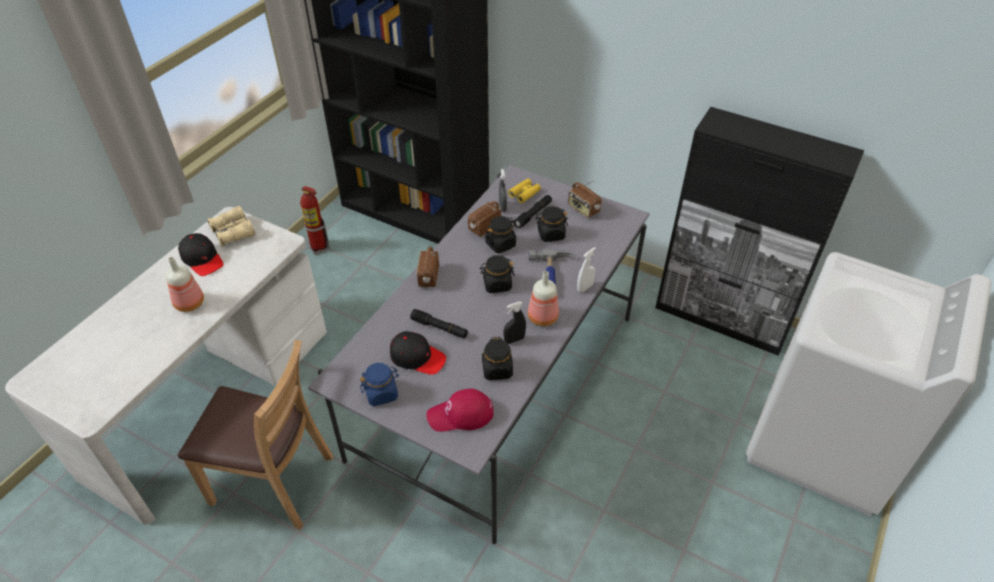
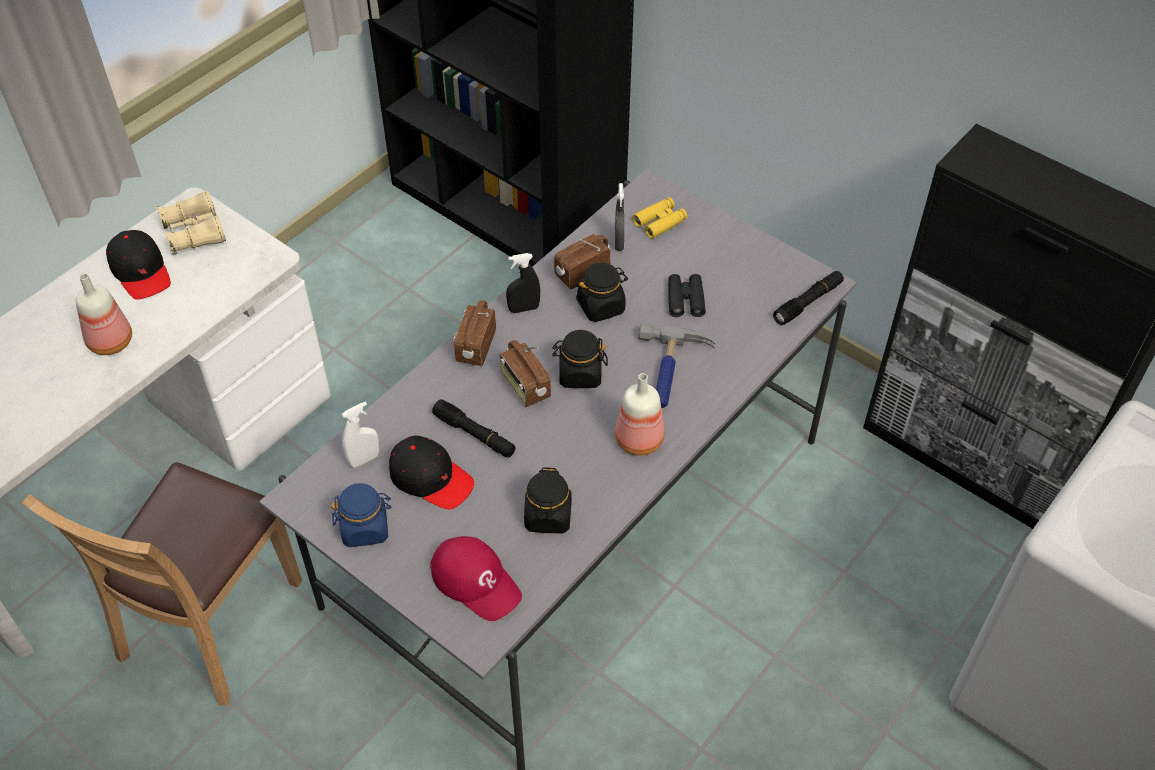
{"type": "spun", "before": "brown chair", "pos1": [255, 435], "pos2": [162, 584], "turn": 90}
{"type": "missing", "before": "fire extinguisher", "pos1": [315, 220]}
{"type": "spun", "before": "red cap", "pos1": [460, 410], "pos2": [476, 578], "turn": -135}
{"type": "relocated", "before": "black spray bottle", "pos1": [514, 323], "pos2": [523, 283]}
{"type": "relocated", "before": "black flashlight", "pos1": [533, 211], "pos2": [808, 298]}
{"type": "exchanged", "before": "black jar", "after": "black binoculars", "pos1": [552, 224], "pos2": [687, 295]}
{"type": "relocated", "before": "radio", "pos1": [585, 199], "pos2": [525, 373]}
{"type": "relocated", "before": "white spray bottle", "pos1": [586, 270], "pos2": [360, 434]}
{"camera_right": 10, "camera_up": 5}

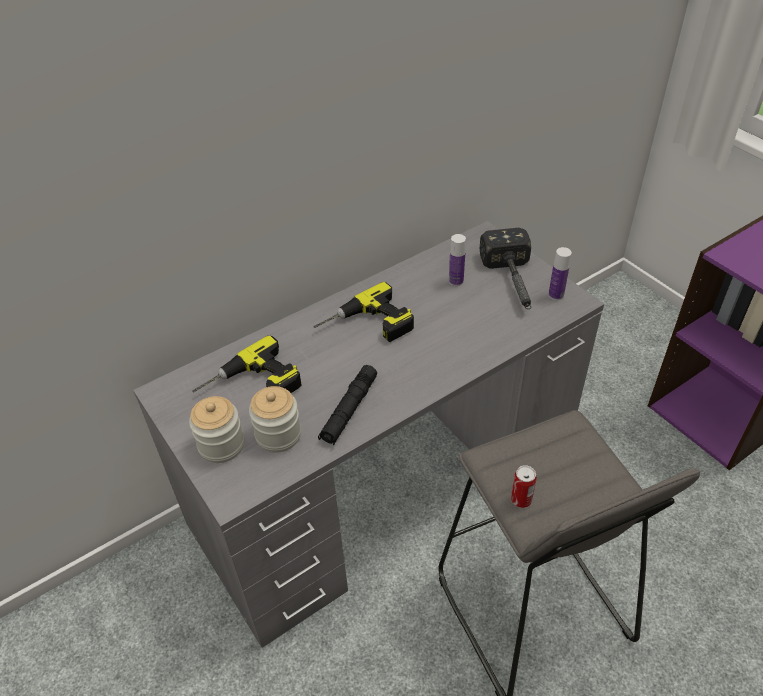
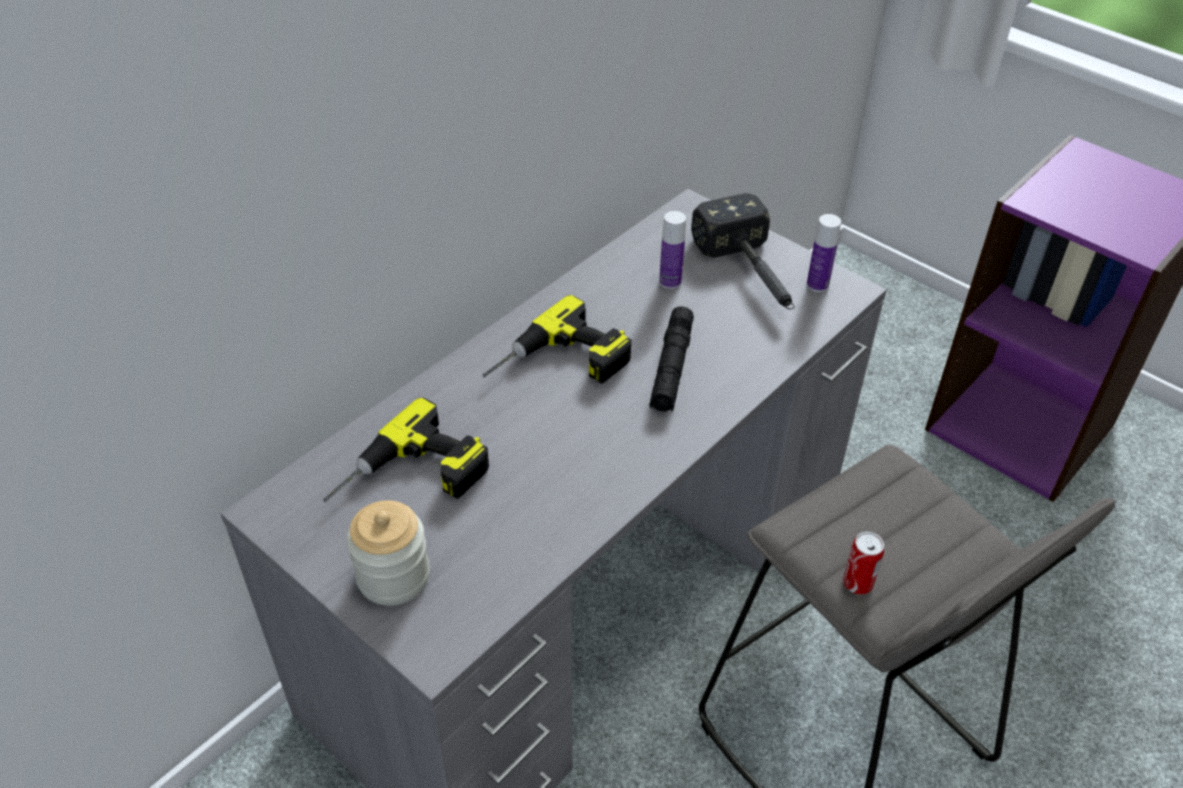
{"type": "missing", "before": "jar", "pos1": [275, 419]}
{"type": "relocated", "before": "black flashlight", "pos1": [347, 405], "pos2": [671, 359]}
{"camera_right": -15, "camera_up": 0}

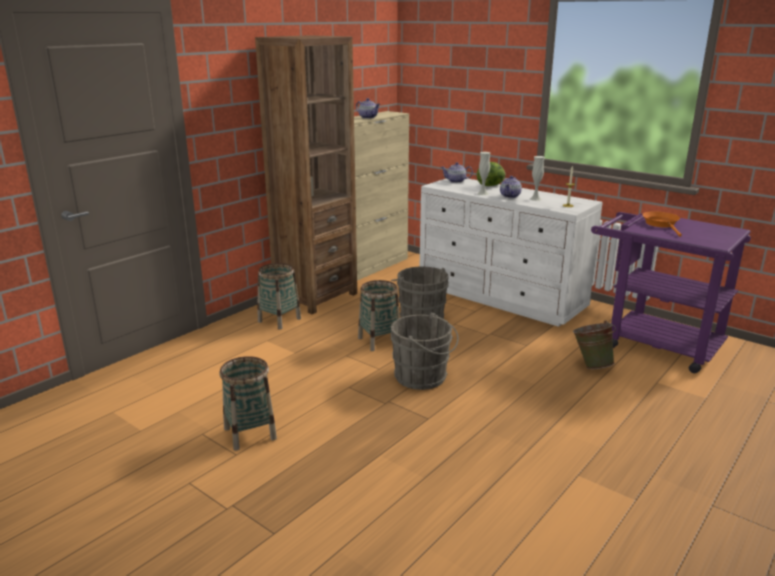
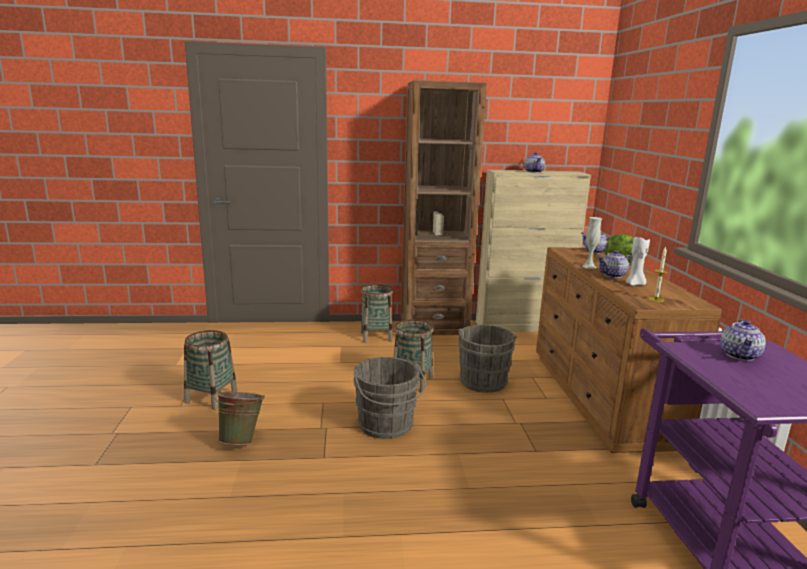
{"type": "colour", "before": "white dresser", "after": "brown dresser", "pos1": [511, 252], "pos2": [629, 350]}
{"type": "exchanged", "before": "white vase", "after": "white candle", "pos1": [537, 178], "pos2": [638, 260]}
{"type": "relocated", "before": "green bucket", "pos1": [594, 344], "pos2": [239, 417]}
{"type": "exchanged", "before": "orange frying pan", "after": "teapot", "pos1": [662, 224], "pos2": [743, 340]}
{"camera_right": 45, "camera_up": -5}

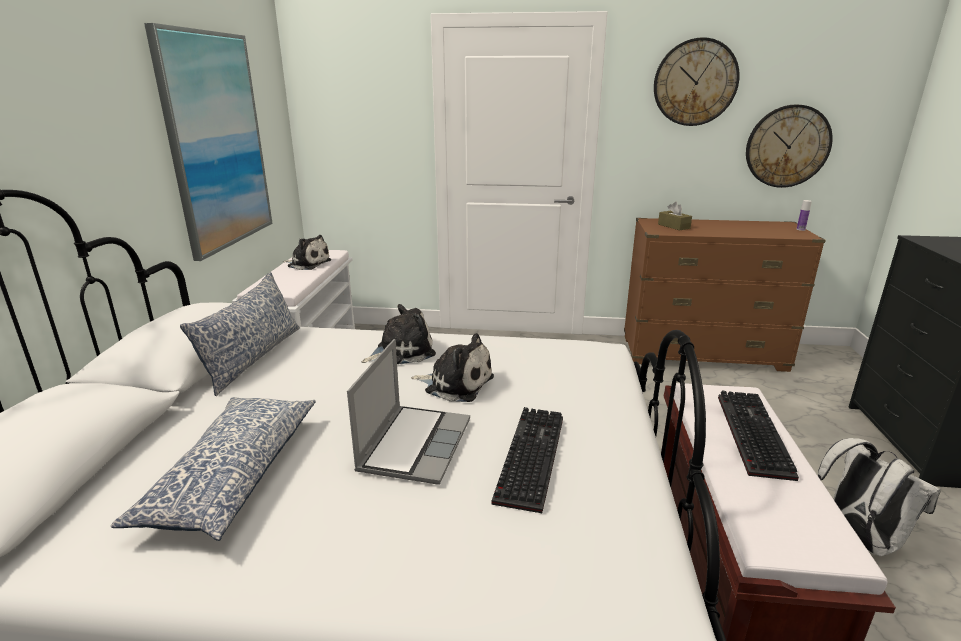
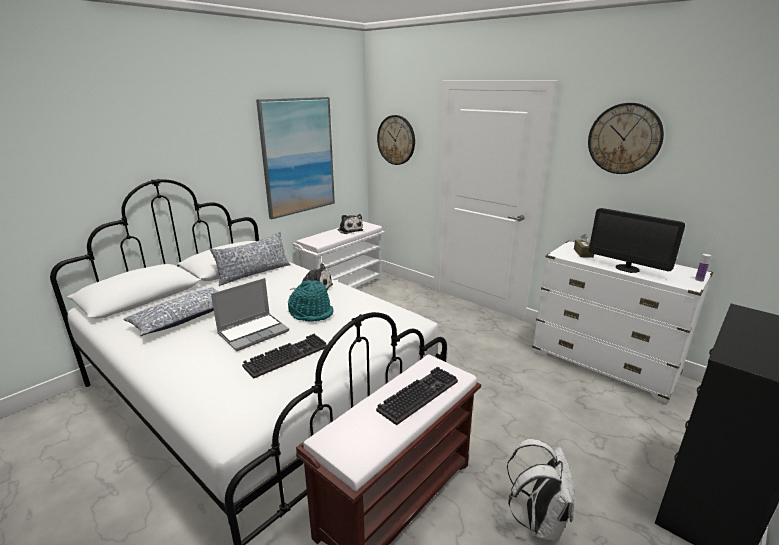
{"type": "exchanged", "before": "plush toy", "after": "turquoise hat", "pos1": [452, 367], "pos2": [311, 301]}
{"type": "colour", "before": "brown dresser", "after": "white dresser", "pos1": [725, 295], "pos2": [622, 322]}
{"type": "relocated", "before": "wall clock", "pos1": [789, 146], "pos2": [396, 140]}
{"type": "appeared", "after": "monitor", "pos2": [637, 240]}
{"camera_right": 35, "camera_up": 0}

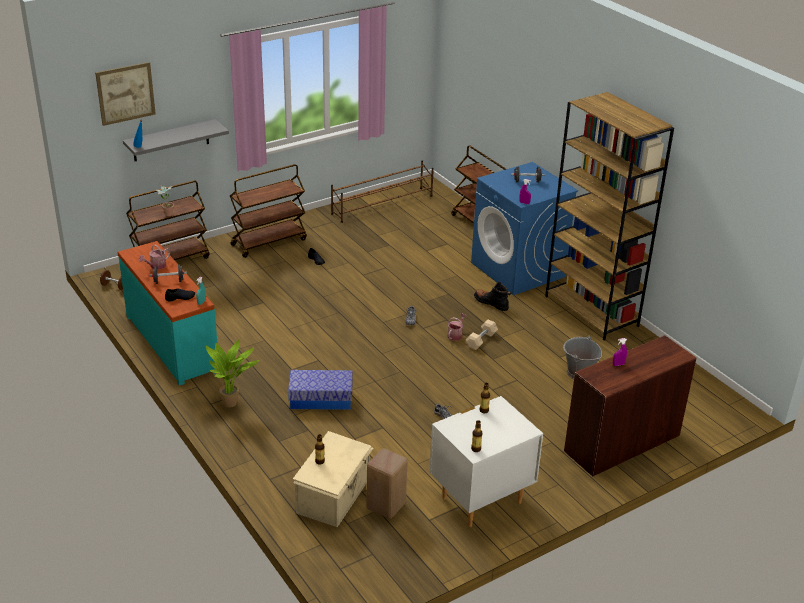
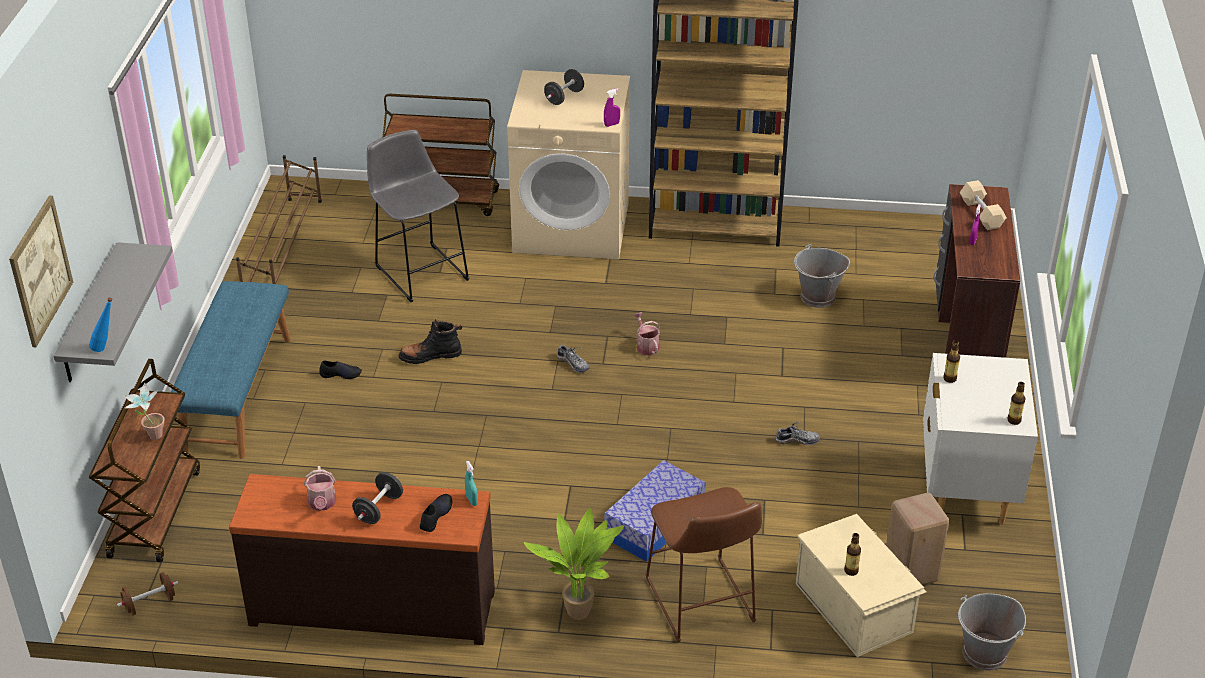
{"type": "colour", "before": "turquoise dresser", "after": "brown dresser", "pos1": [167, 313], "pos2": [362, 559]}
{"type": "exchanged", "before": "brown cart", "after": "blue bench", "pos1": [268, 211], "pos2": [231, 370]}
{"type": "relocated", "before": "beige dumbbell", "pos1": [482, 335], "pos2": [983, 205]}
{"type": "colour", "before": "blue washing machine", "after": "beige washing machine", "pos1": [524, 228], "pos2": [568, 165]}
{"type": "relocated", "before": "black boot", "pos1": [492, 296], "pos2": [430, 341]}
{"type": "appeared", "after": "grey stool", "pos2": [418, 216]}
{"type": "appeared", "after": "brown stool", "pos2": [704, 564]}
{"type": "appeared", "after": "grey bucket", "pos2": [992, 631]}
{"camera_right": -50, "camera_up": 5}

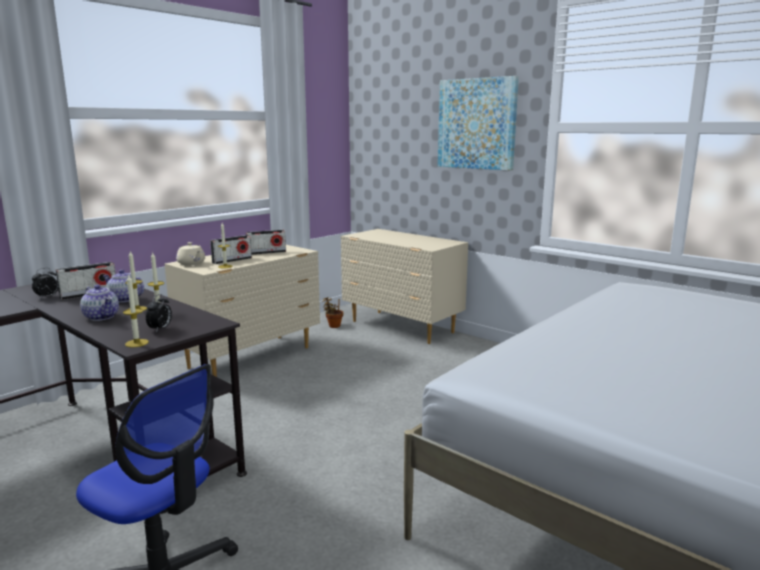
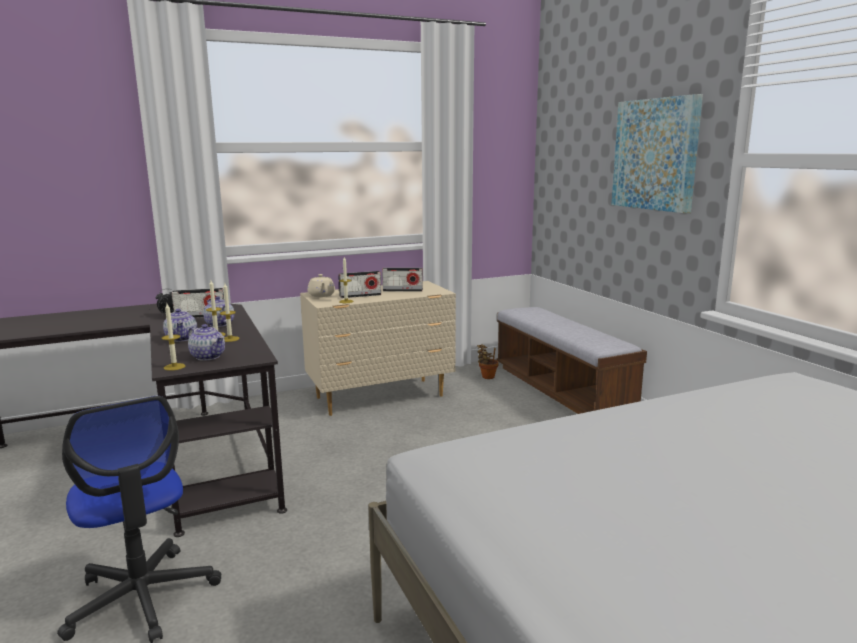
{"type": "exchanged", "before": "alarm clock", "after": "teapot", "pos1": [159, 313], "pos2": [206, 342]}
{"type": "exchanged", "before": "beige dresser", "after": "bench", "pos1": [404, 286], "pos2": [571, 360]}
{"camera_right": 25, "camera_up": 0}

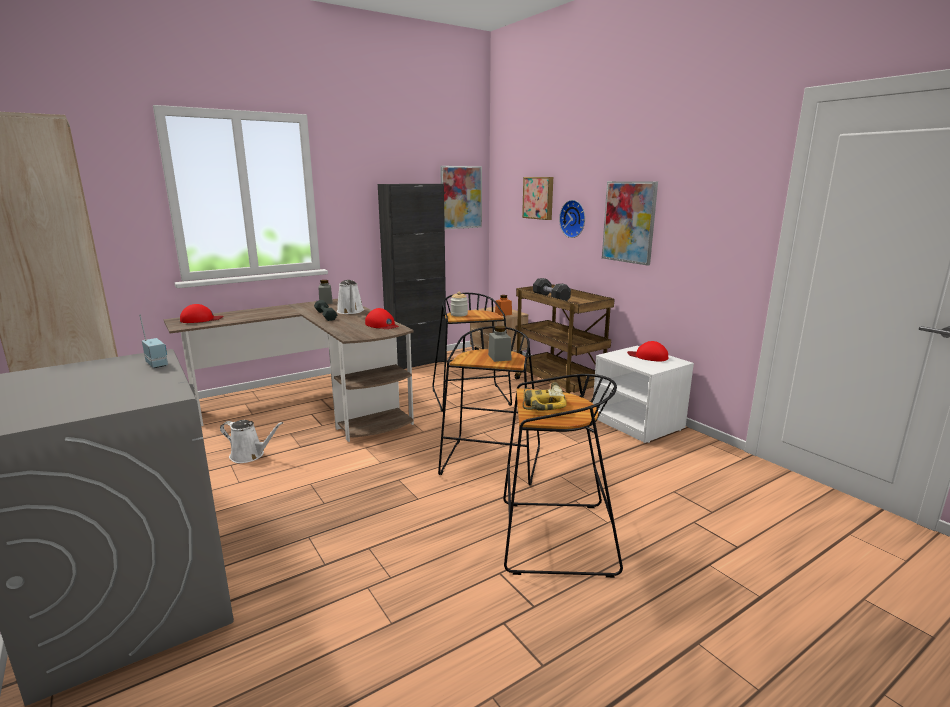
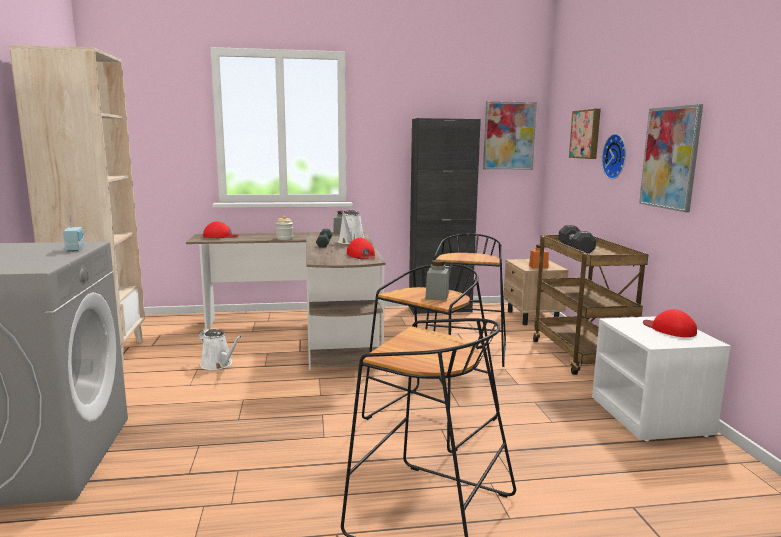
{"type": "relocated", "before": "jar", "pos1": [459, 304], "pos2": [284, 228]}
{"type": "missing", "before": "power drill", "pos1": [545, 396]}
{"camera_right": 25, "camera_up": -5}

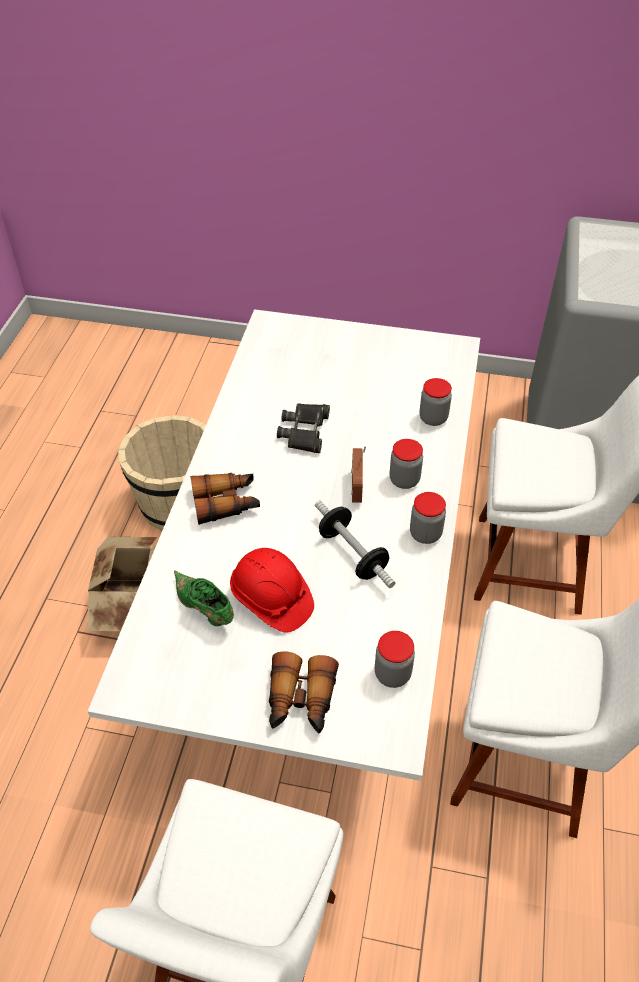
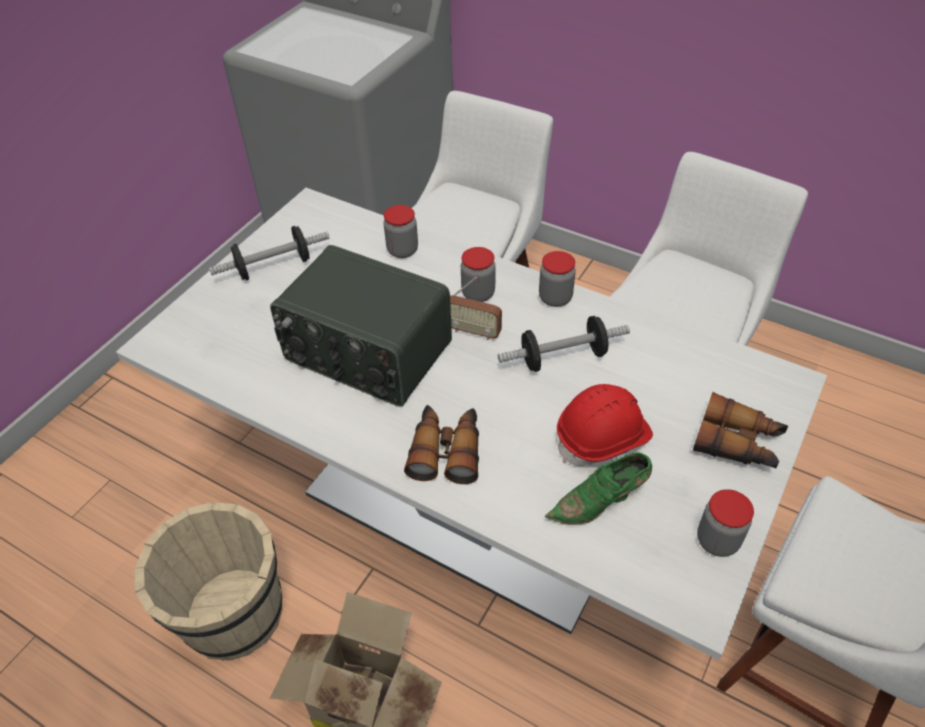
{"type": "exchanged", "before": "black binoculars", "after": "radio", "pos1": [303, 428], "pos2": [361, 325]}
{"type": "relocated", "before": "jar", "pos1": [395, 659], "pos2": [725, 523]}
{"type": "appeared", "after": "dumbbell", "pos2": [269, 253]}
{"camera_right": -70, "camera_up": 0}

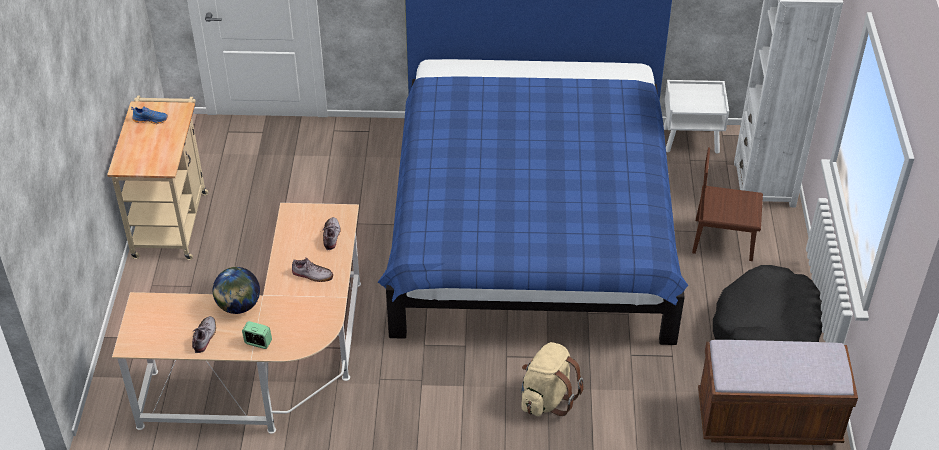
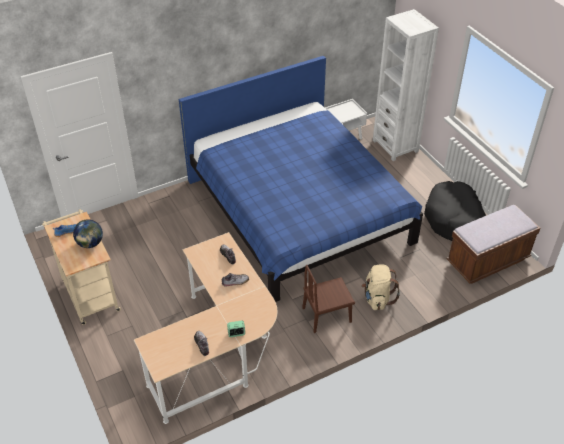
{"type": "relocated", "before": "globe", "pos1": [236, 290], "pos2": [88, 233]}
{"type": "relocated", "before": "brown chair", "pos1": [727, 204], "pos2": [328, 299]}
{"camera_right": -30, "camera_up": 0}

